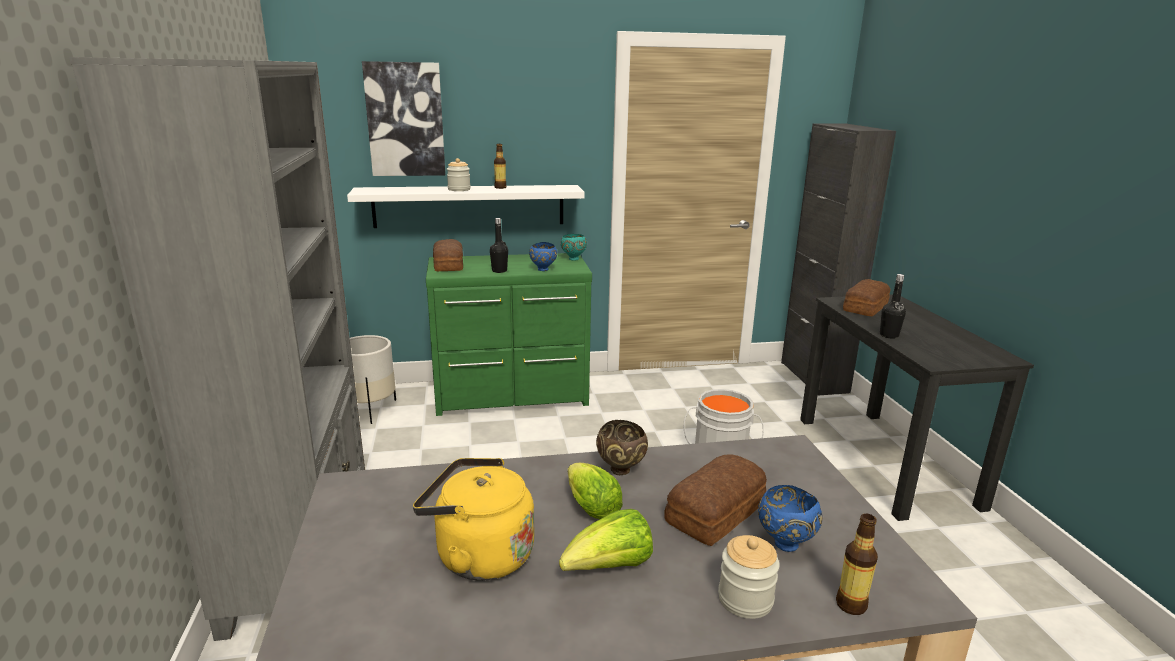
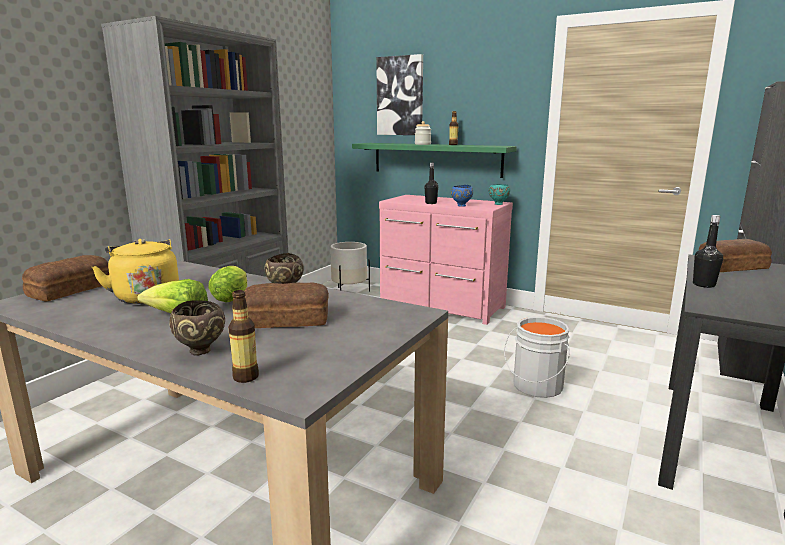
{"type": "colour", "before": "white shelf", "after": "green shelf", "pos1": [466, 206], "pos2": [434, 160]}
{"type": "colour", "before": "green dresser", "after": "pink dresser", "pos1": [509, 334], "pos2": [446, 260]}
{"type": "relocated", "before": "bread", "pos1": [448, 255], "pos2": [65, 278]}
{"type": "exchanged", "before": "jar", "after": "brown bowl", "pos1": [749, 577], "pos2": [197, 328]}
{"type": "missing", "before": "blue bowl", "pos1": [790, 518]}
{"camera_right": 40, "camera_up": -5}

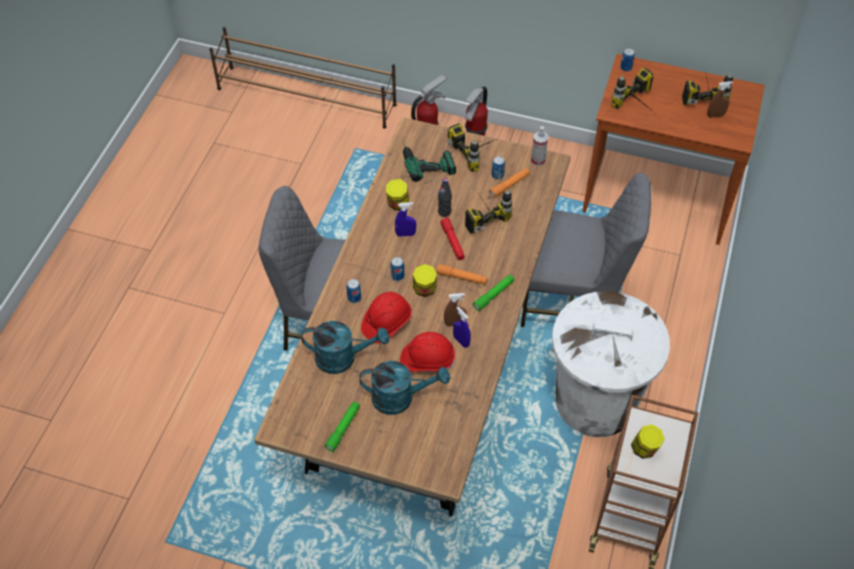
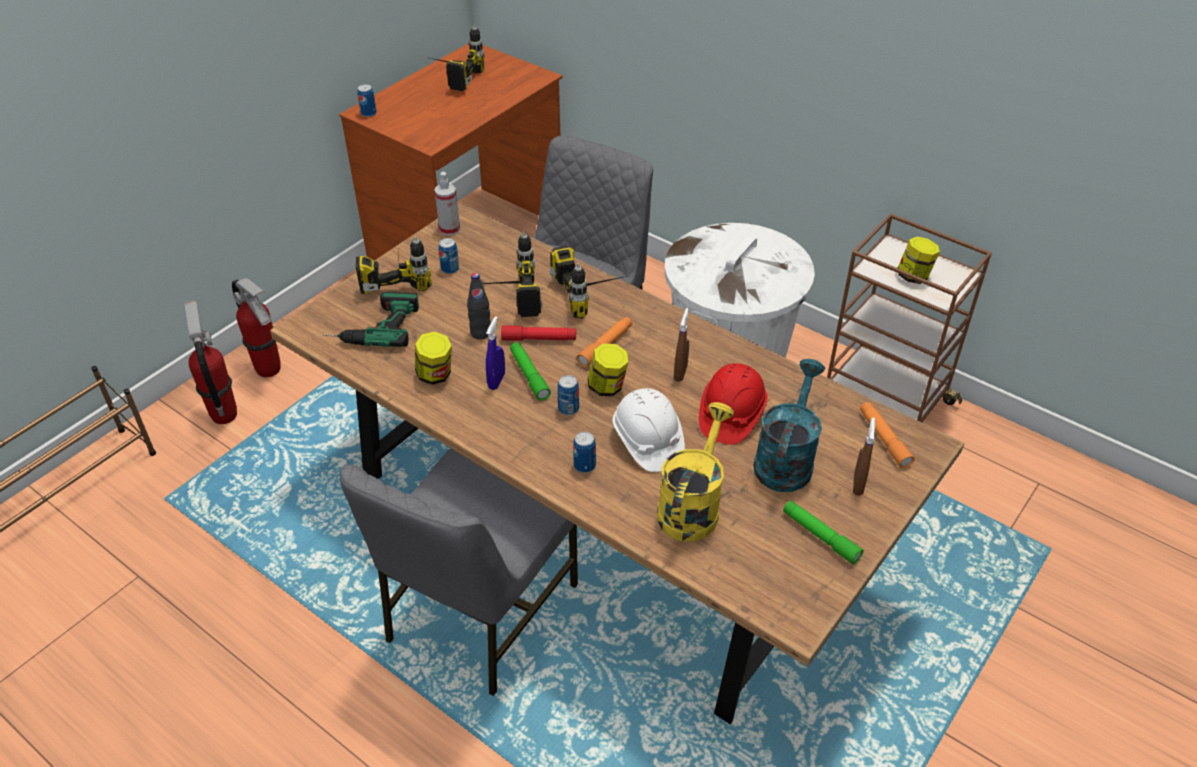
{"type": "colour", "before": "turquoise watering can", "after": "yellow watering can", "pos1": [345, 347], "pos2": [695, 471]}
{"type": "colour", "before": "red hard hat", "after": "white hard hat", "pos1": [386, 318], "pos2": [649, 430]}
{"type": "missing", "before": "blue spray bottle", "pos1": [462, 327]}
{"type": "relocated", "before": "green flashlight", "pos1": [493, 293], "pos2": [530, 371]}
{"type": "relocated", "before": "orange flashlight", "pos1": [509, 183], "pos2": [887, 435]}
{"type": "relocated", "before": "power drill", "pos1": [632, 90], "pos2": [588, 282]}
{"type": "relocated", "before": "brown spray bottle", "pos1": [720, 99], "pos2": [864, 457]}
{"camera_right": -70, "camera_up": -10}

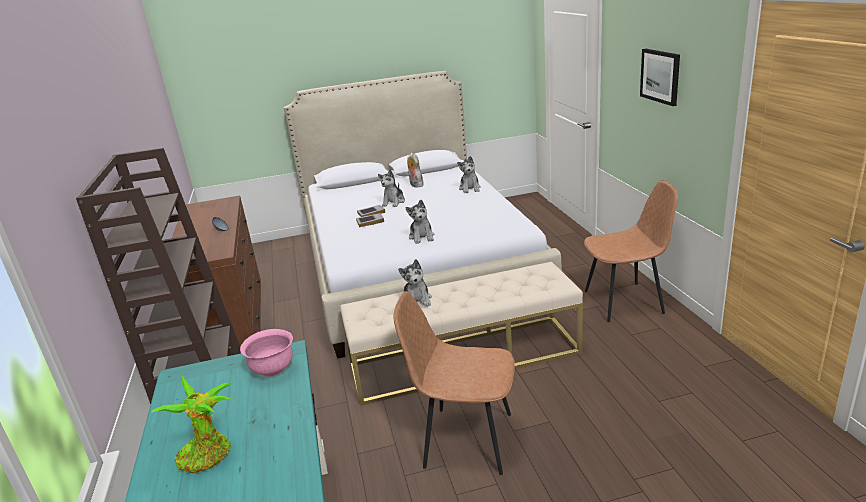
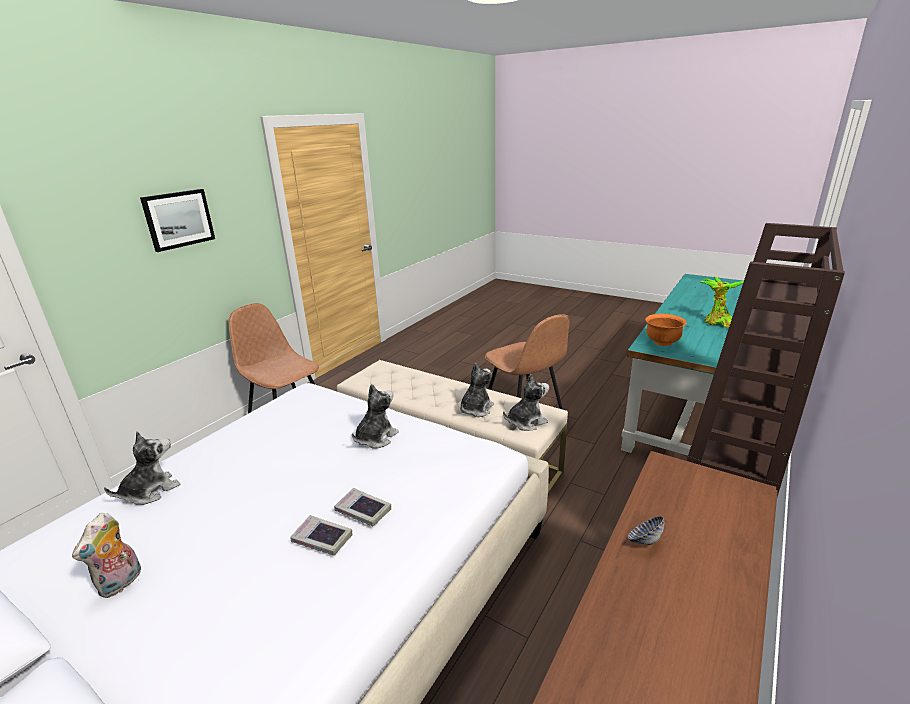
{"type": "colour", "before": "pink bowl", "after": "orange bowl", "pos1": [266, 353], "pos2": [666, 330]}
{"type": "relocated", "before": "plush toy", "pos1": [391, 188], "pos2": [526, 402]}
{"camera_right": -135, "camera_up": 0}

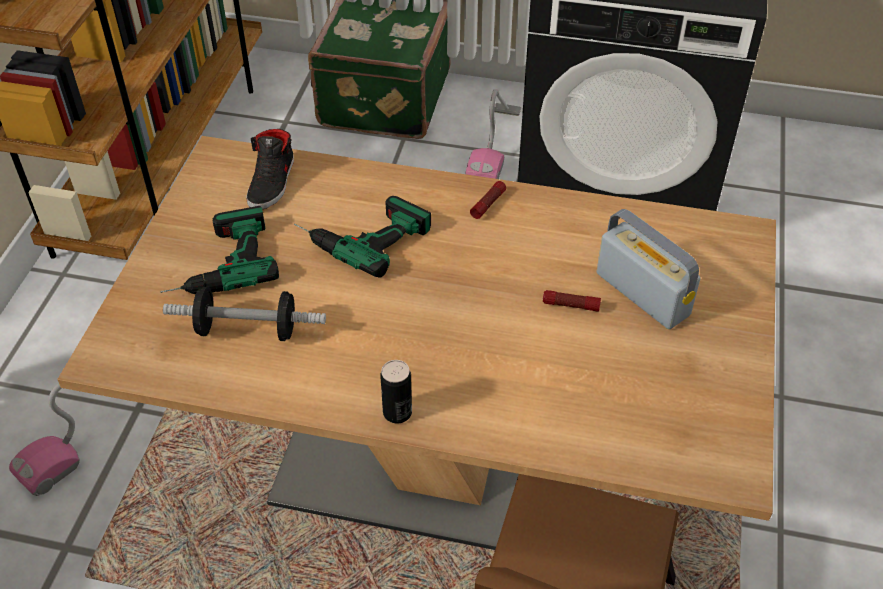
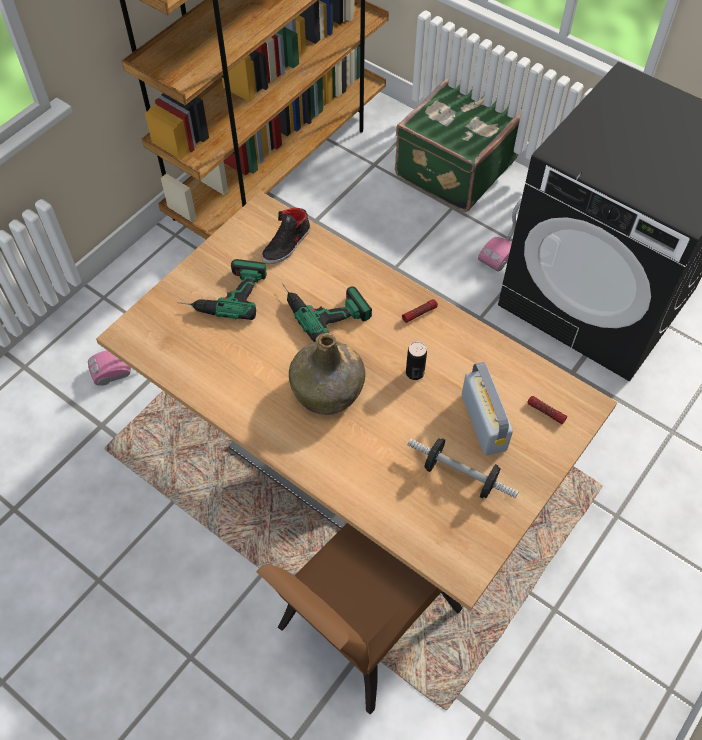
{"type": "relocated", "before": "dumbbell", "pos1": [244, 314], "pos2": [463, 468]}
{"type": "relocated", "before": "can", "pos1": [396, 391], "pos2": [416, 360]}
{"type": "relocated", "before": "flashlight", "pos1": [572, 301], "pos2": [547, 410]}
{"type": "appeared", "after": "green bottle", "pos2": [327, 374]}
{"camera_right": 25, "camera_up": 10}

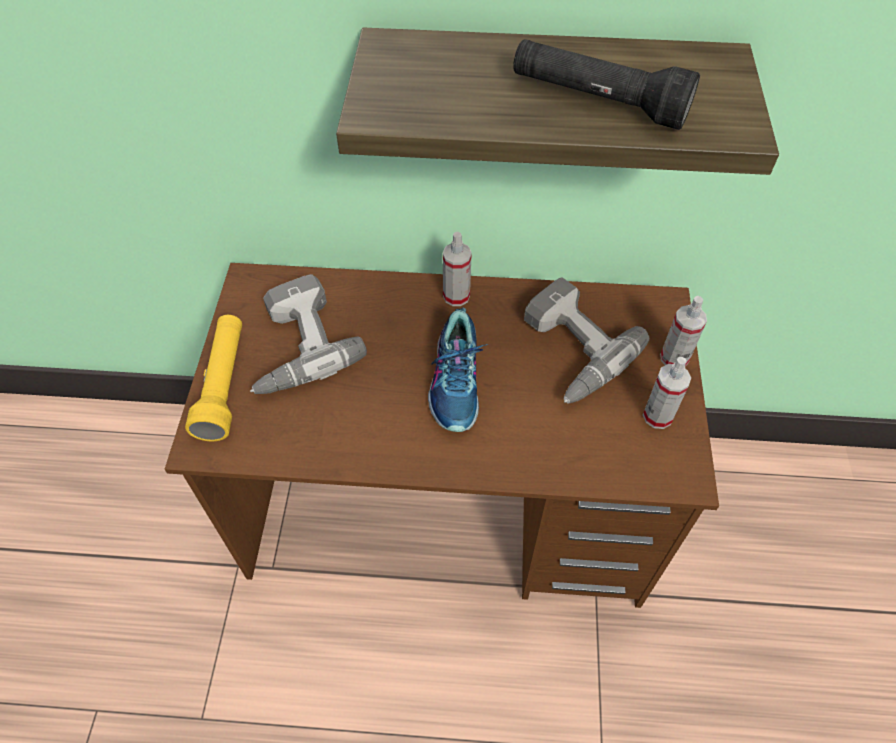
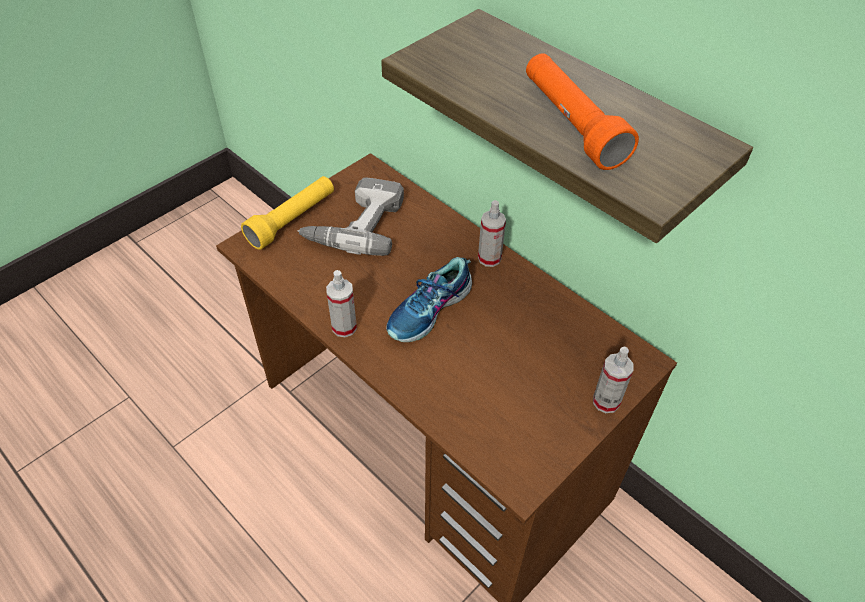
{"type": "colour", "before": "black flashlight", "after": "orange flashlight", "pos1": [606, 84], "pos2": [582, 112]}
{"type": "missing", "before": "power drill", "pos1": [586, 341]}
{"type": "relocated", "before": "spray bottle", "pos1": [667, 393], "pos2": [341, 303]}
{"camera_right": 40, "camera_up": -5}

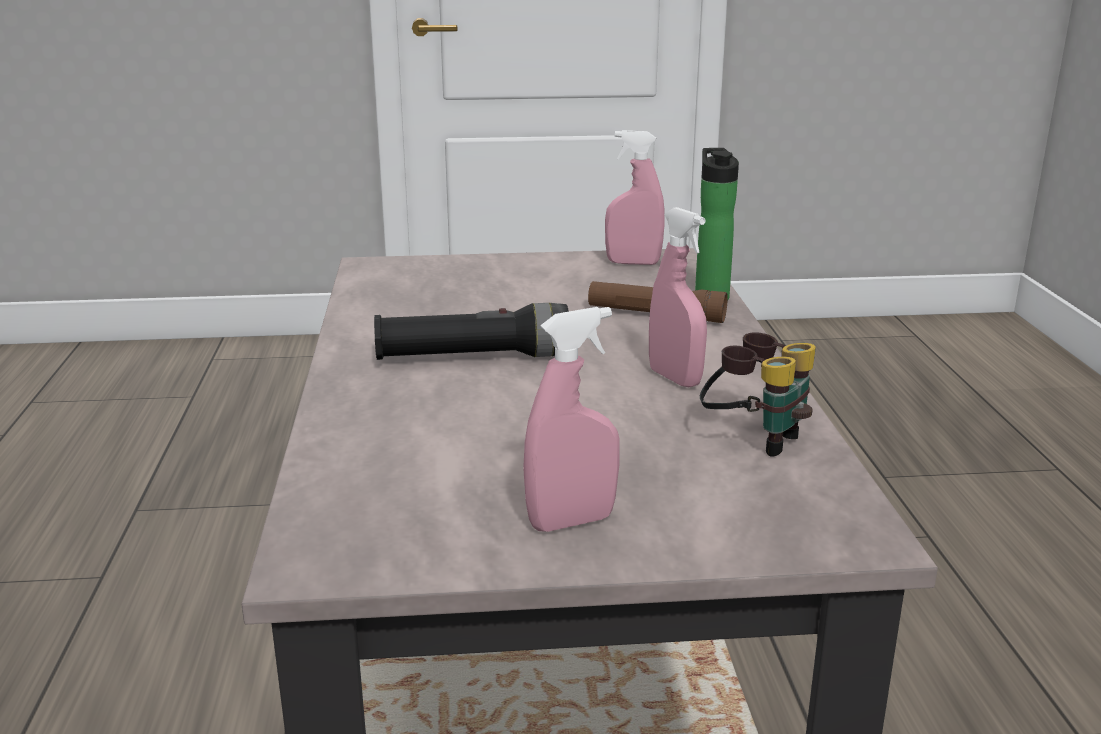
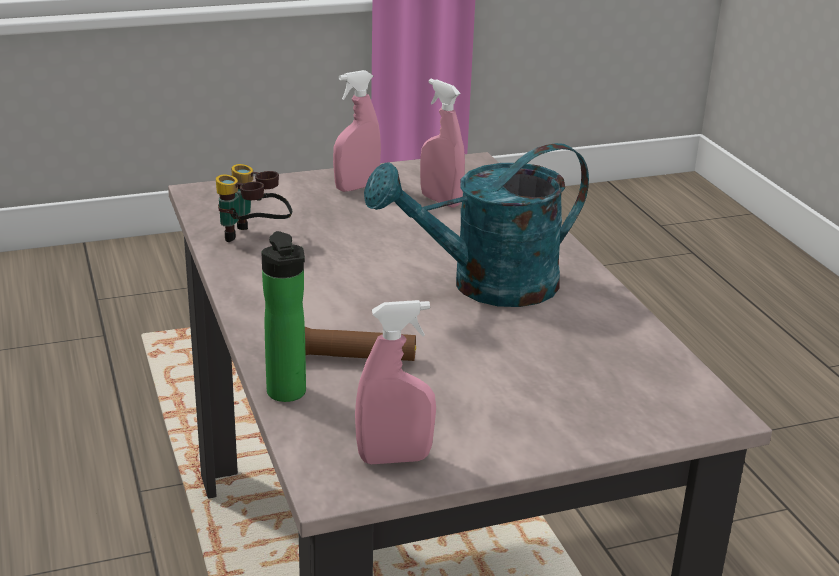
{"type": "exchanged", "before": "black flashlight", "after": "turquoise watering can", "pos1": [471, 331], "pos2": [476, 225]}
{"type": "relocated", "before": "pink spray bottle", "pos1": [678, 297], "pos2": [442, 143]}
{"camera_right": 165, "camera_up": 5}

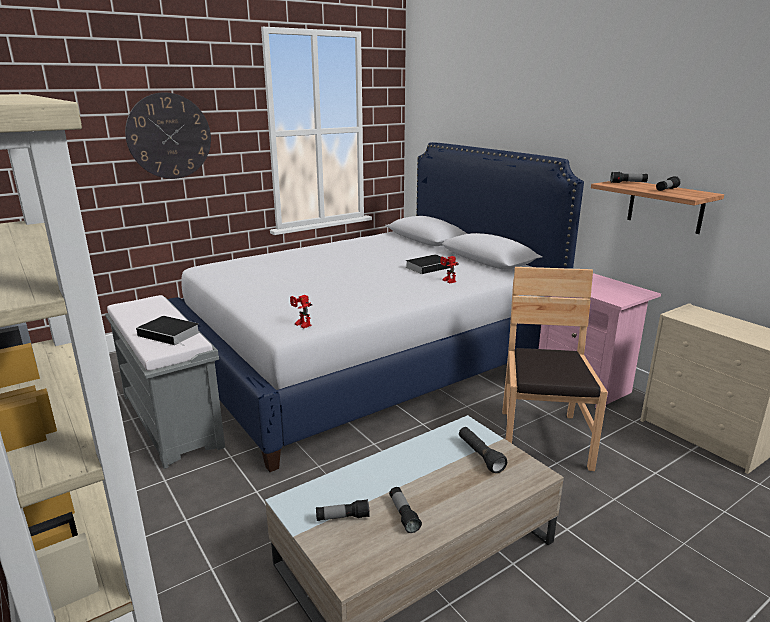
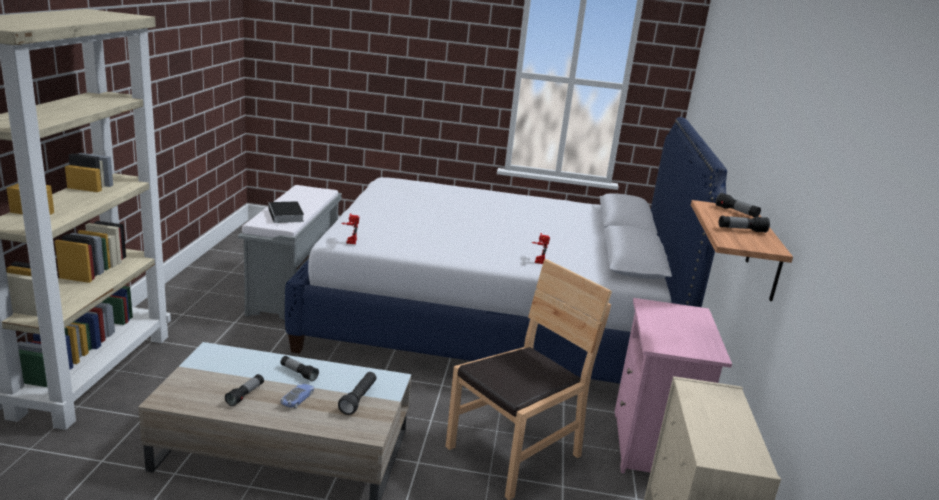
{"type": "missing", "before": "wall clock", "pos1": [168, 135]}
{"type": "relocated", "before": "flashlight", "pos1": [343, 510], "pos2": [300, 368]}
{"type": "missing", "before": "book", "pos1": [428, 264]}
{"type": "appeared", "after": "toy car", "pos2": [298, 396]}
{"camera_right": 40, "camera_up": 0}

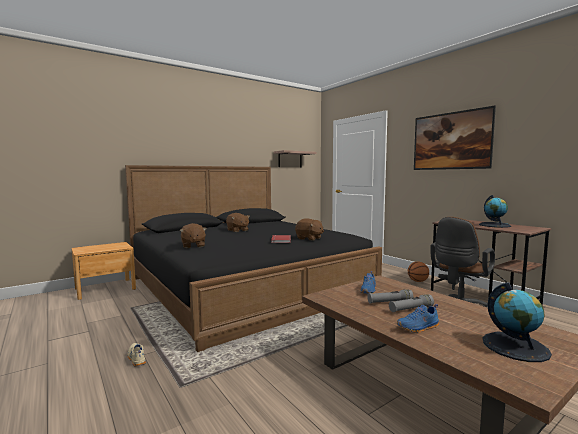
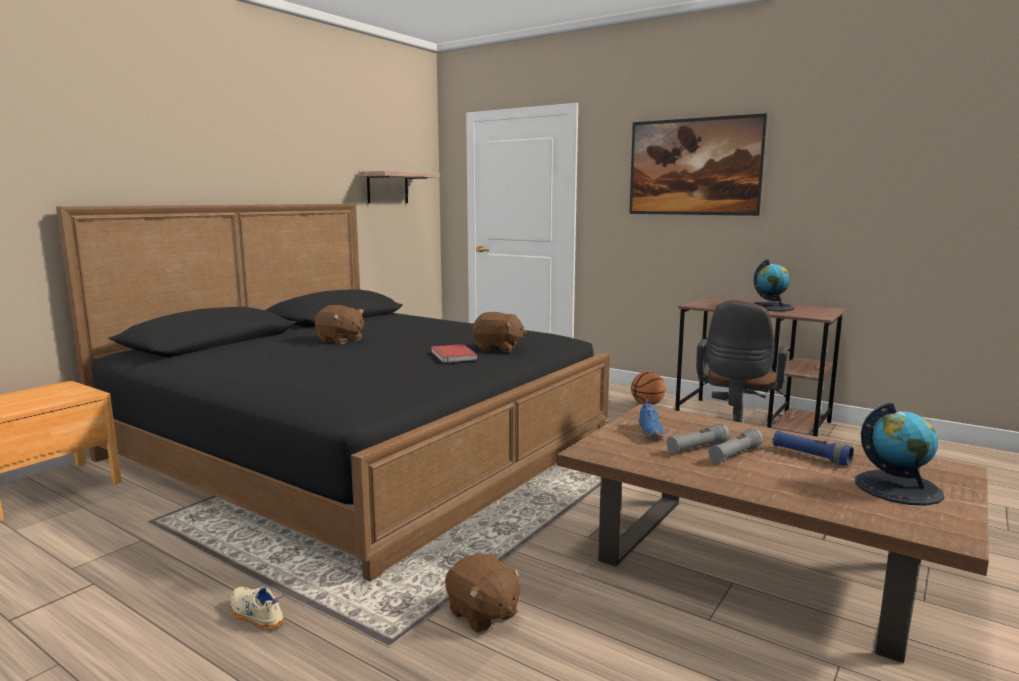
{"type": "relocated", "before": "brown plush toy", "pos1": [193, 235], "pos2": [483, 593]}
{"type": "missing", "before": "blue shoe", "pos1": [418, 318]}
{"type": "appeared", "after": "blue flashlight", "pos2": [813, 448]}
{"camera_right": -20, "camera_up": 5}

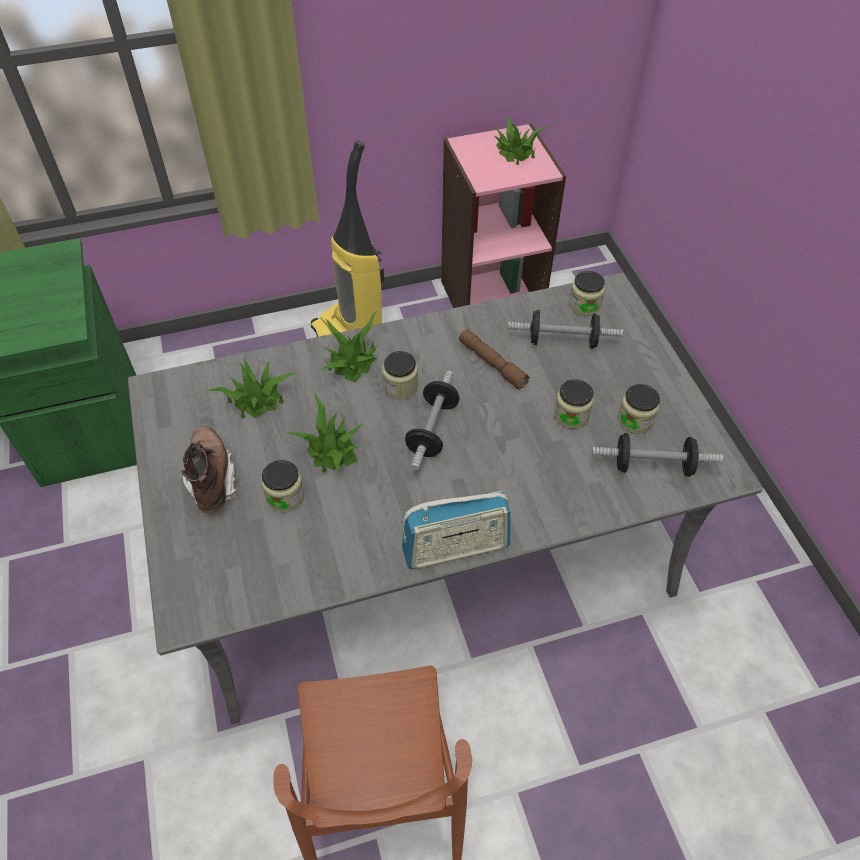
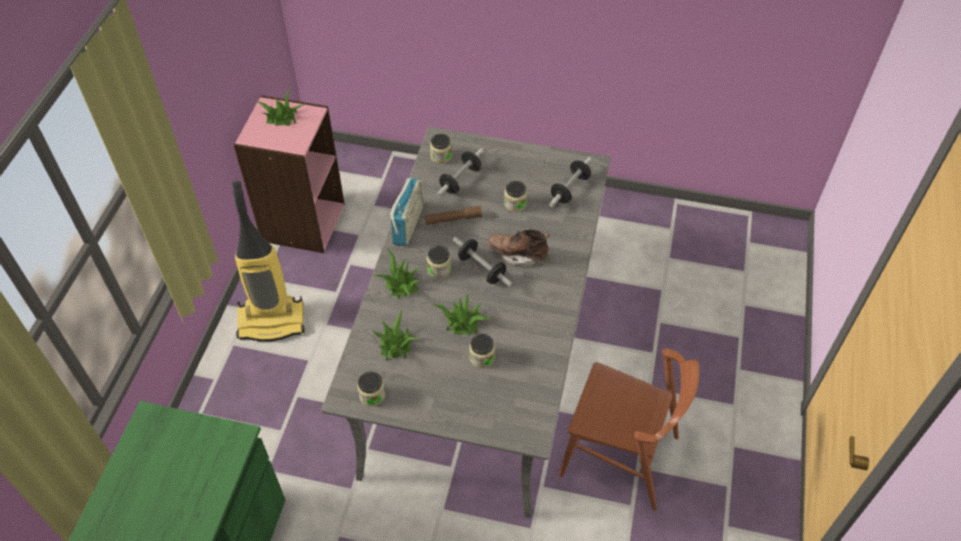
{"type": "relocated", "before": "brown boot", "pos1": [209, 469], "pos2": [518, 248]}
{"type": "relocated", "before": "radio", "pos1": [456, 530], "pos2": [407, 212]}
{"type": "relocated", "before": "jar", "pos1": [639, 409], "pos2": [371, 389]}
{"camera_right": -60, "camera_up": 0}

